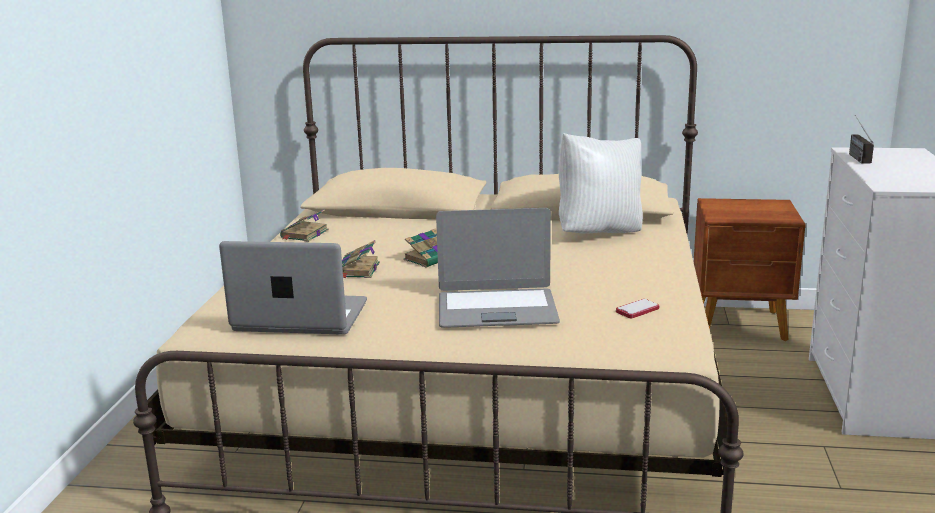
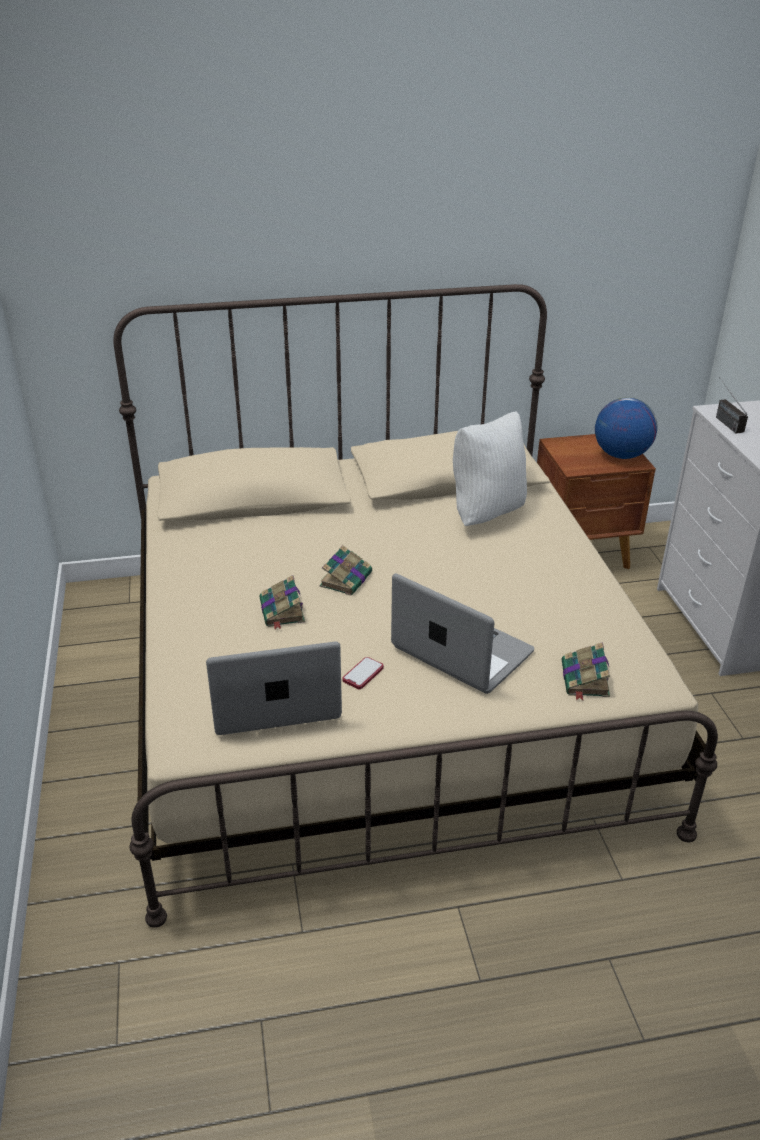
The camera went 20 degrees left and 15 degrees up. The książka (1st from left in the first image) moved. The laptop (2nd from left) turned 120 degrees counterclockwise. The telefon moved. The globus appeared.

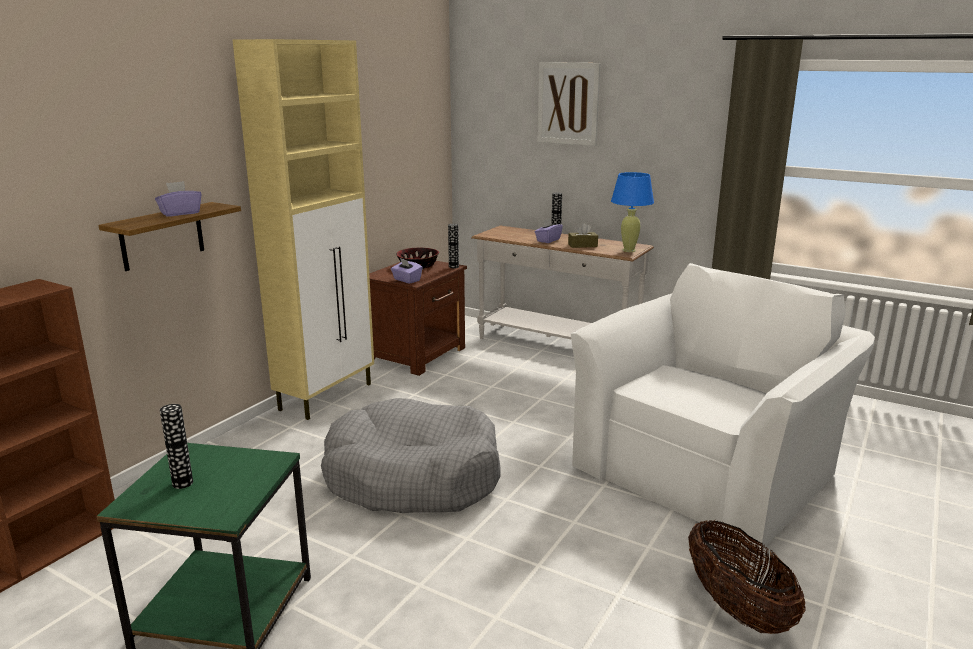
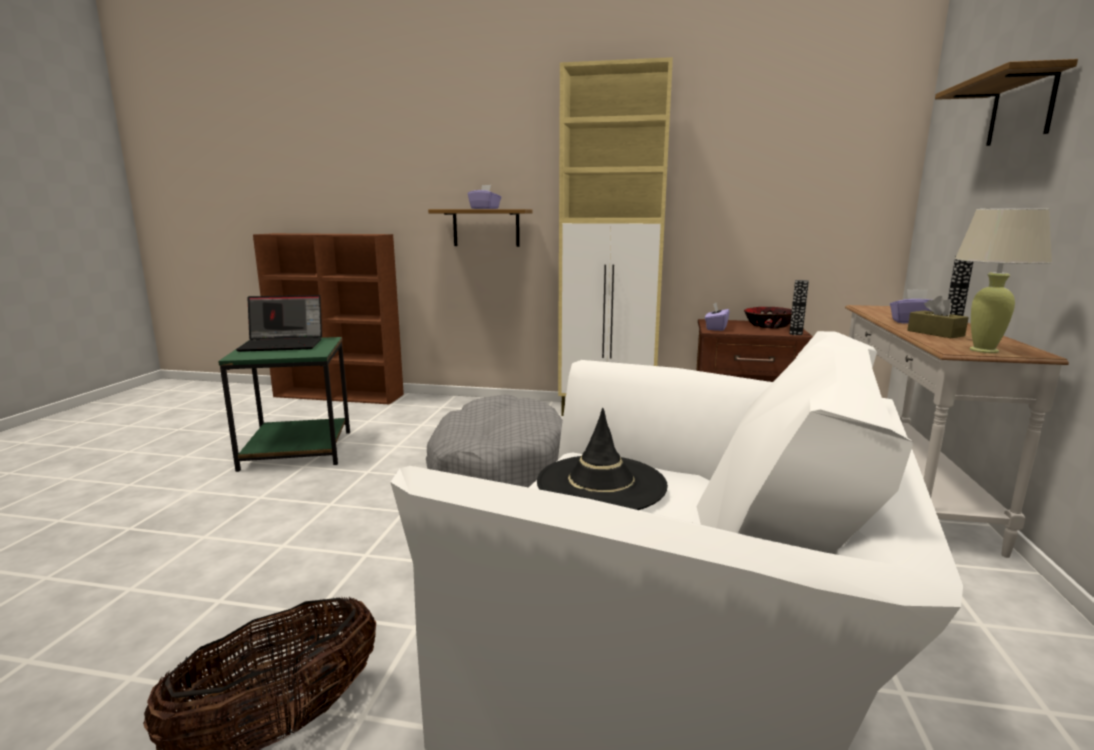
The camera went 70 degrees right and 5 degrees down. The wazon (1st from left) was replaced by the laptop. The obraz was replaced by the półka (2nd from left). The lampa stołowa [niebieski] became the lampa stołowa [beżowy]. The kapelusz [czarny] appeared.

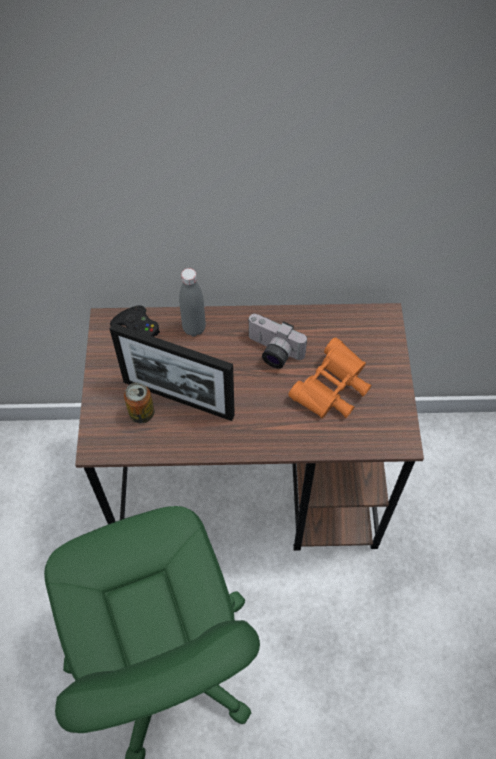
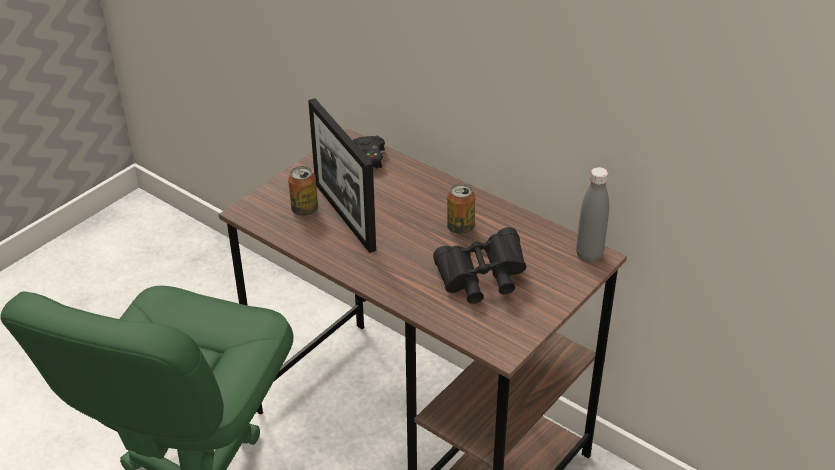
The camera went 40 degrees right and 20 degrees down. The butelka [szary] moved. The aparat fotograficzny was replaced by the puszka (2nd from left). The lornetka [pomarańczowy] became the lornetka [czarny].

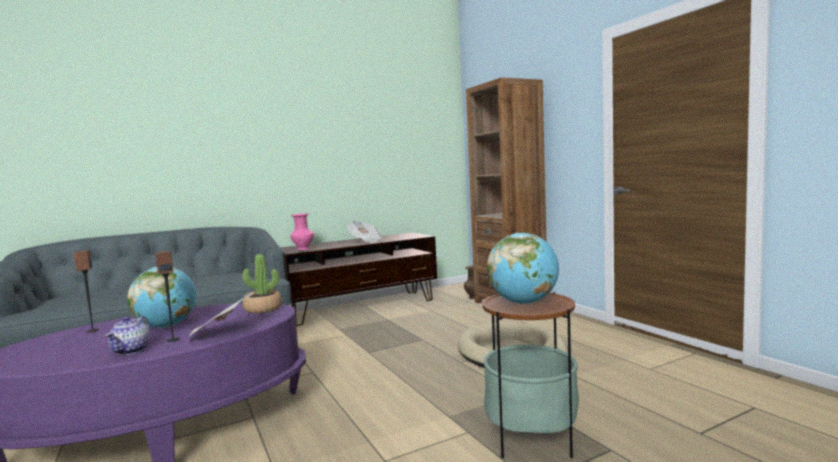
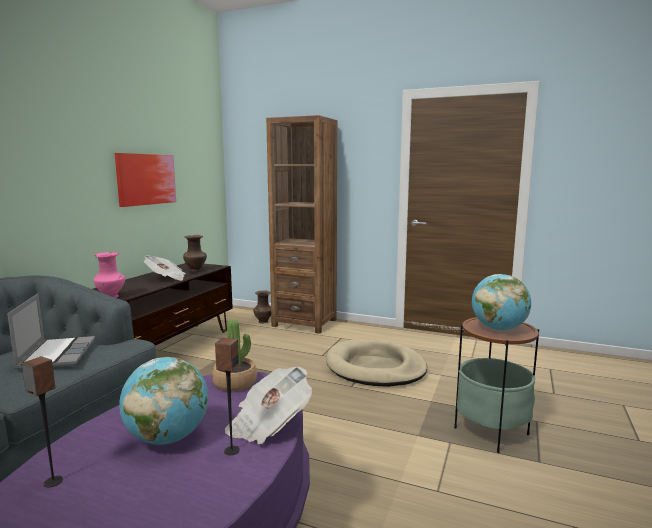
The camera went 40 degrees left and 5 degrees up. The imbryk disappeared. The laptop appeared. The obraz appeared. The wazon [brązowy] (1st from left) appeared.

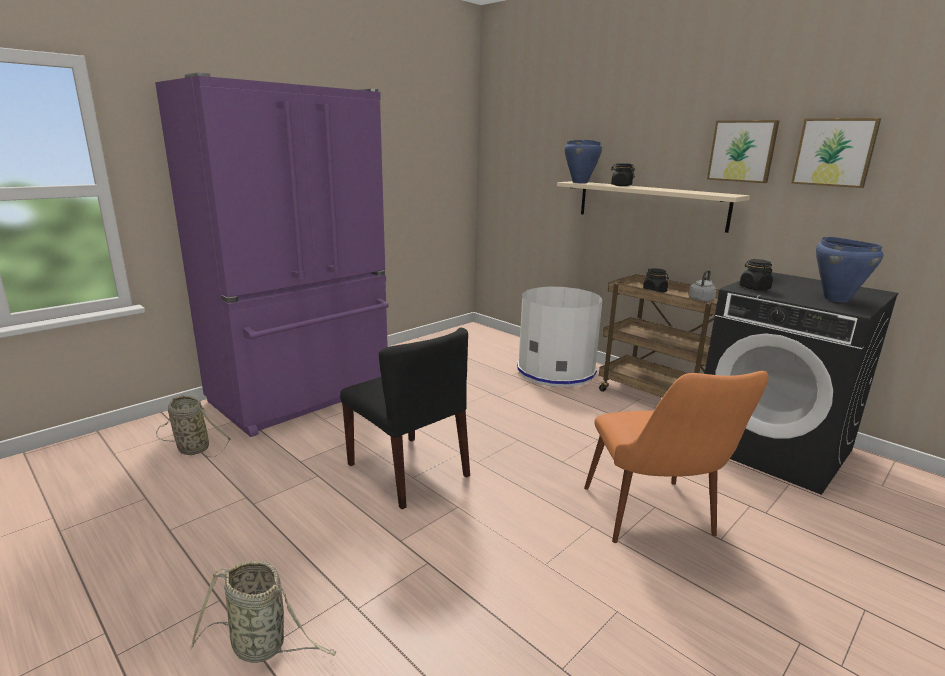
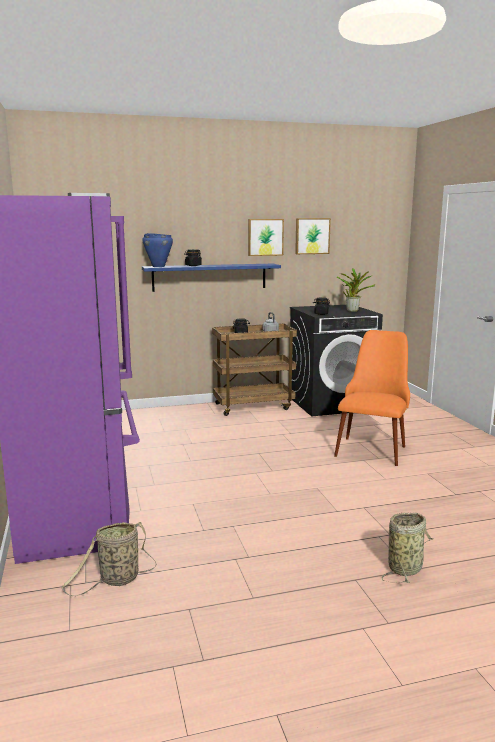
The camera went 60 degrees left and 5 degrees down. The krzesło [czarny] disappeared. The kosz na śmieci [biały] disappeared. The półka [beżowy] became the półka [niebieski]. The krzesło [pomarańczowy] turned 90 degrees counterclockwise. The garnek [niebieski] (2nd from left) was replaced by the roślina doniczkowa.

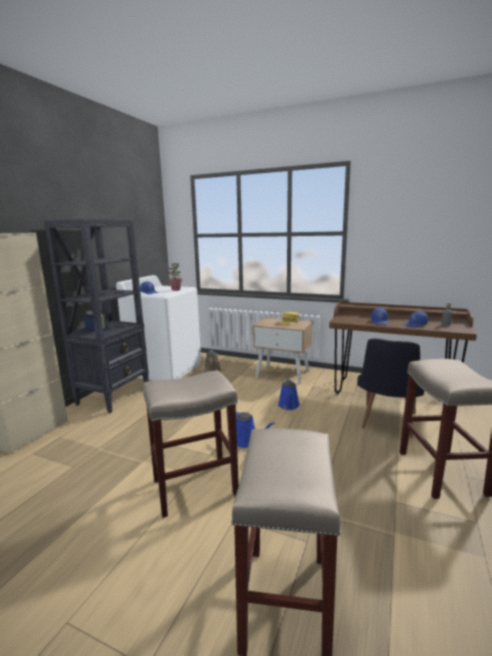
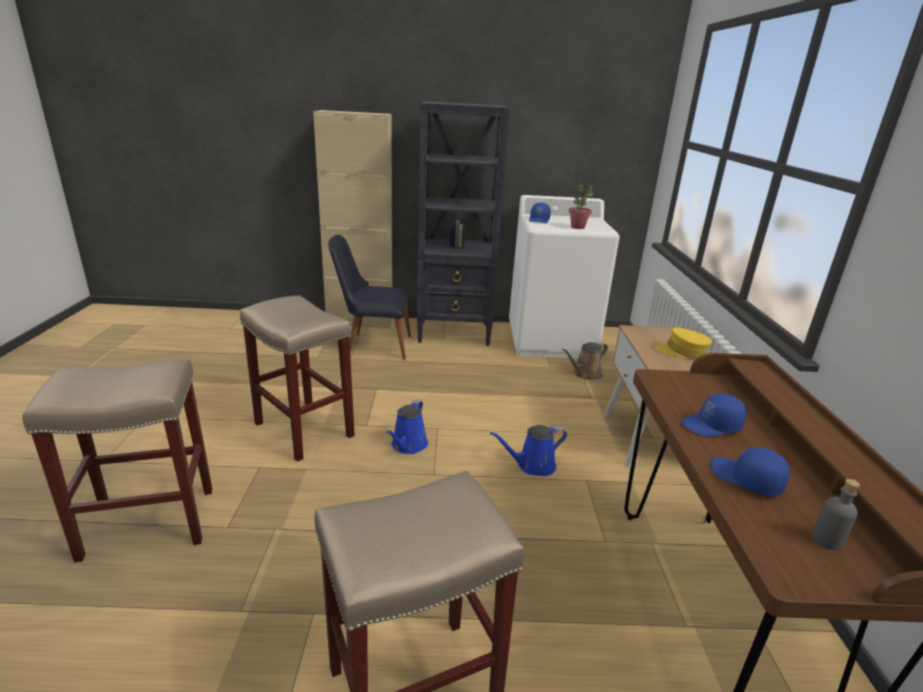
The camera went 65 degrees right and 10 degrees up. The krzesło [czarny] moved.

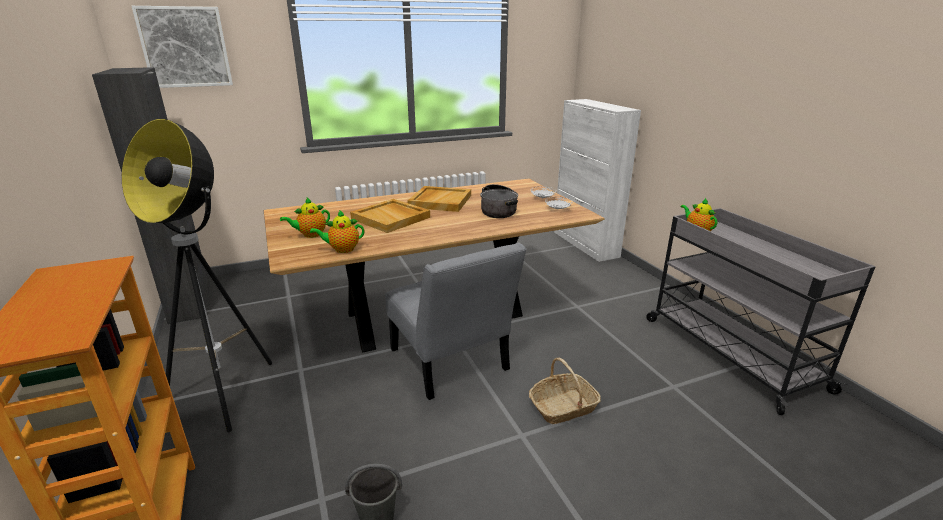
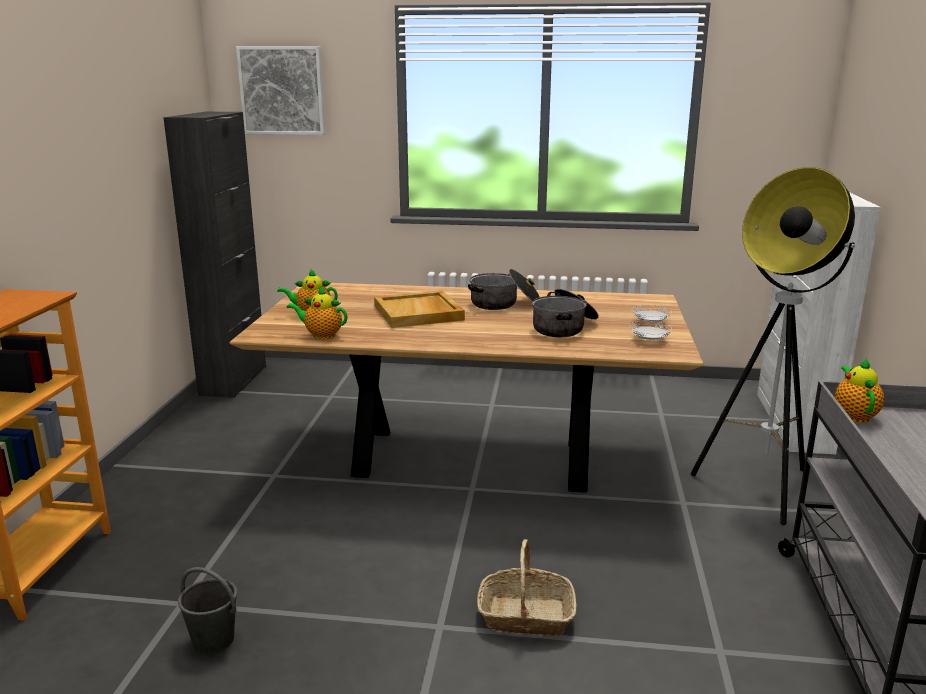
The camera went 30 degrees right and 5 degrees down. The lampa stojąca moved. The krzesło [szary] disappeared. The taca [beżowy] (2nd from left) was replaced by the garnek (1st from left).

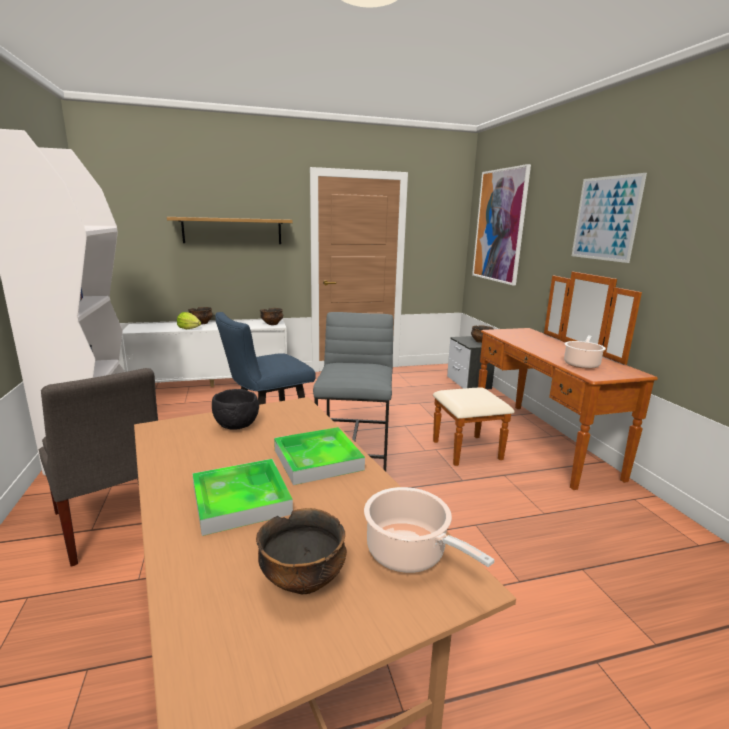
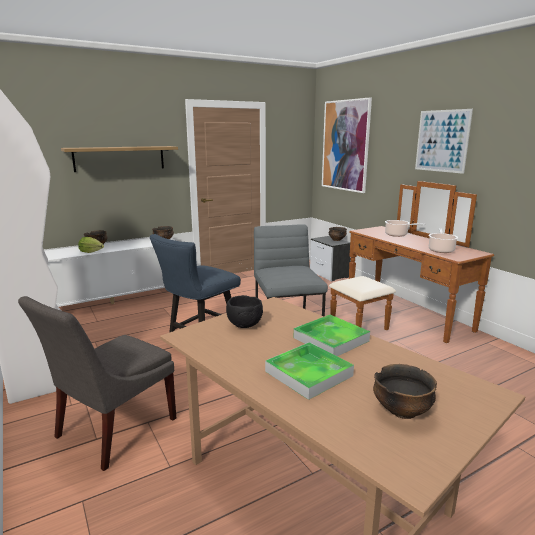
The camera went 15 degrees left and 0 degrees up. The krzesło [szary] turned 90 degrees clockwise. The garnek (1st from left) moved.

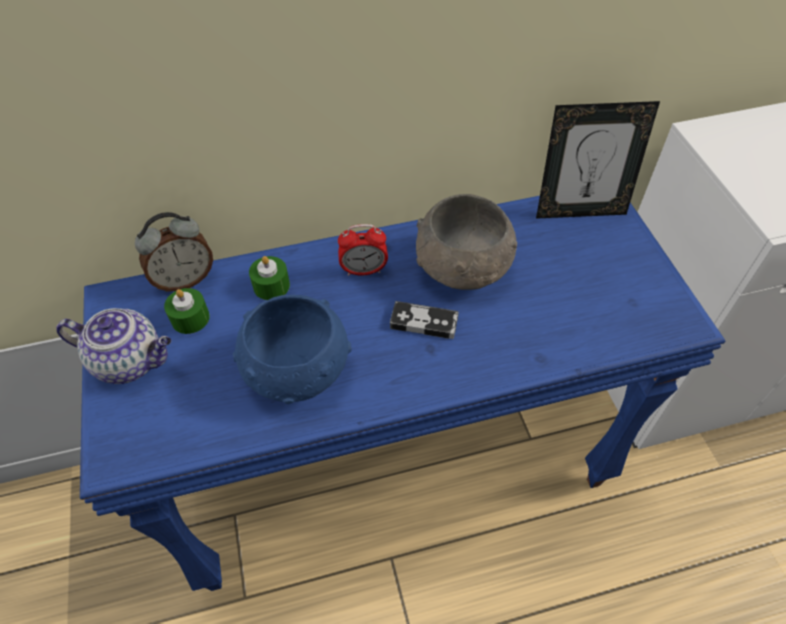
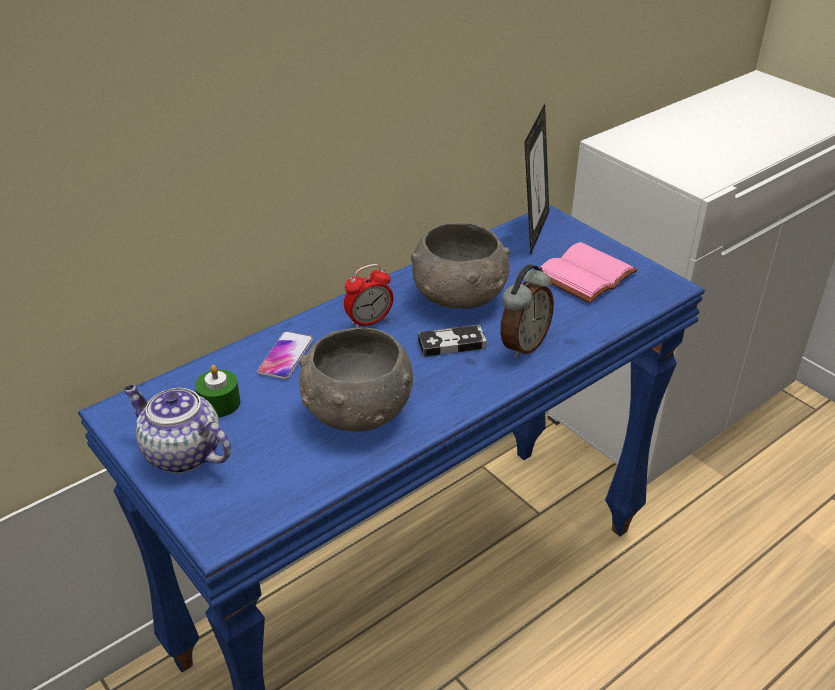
The camera went 25 degrees left and 15 degrees down. The imbryk turned 135 degrees counterclockwise. The budzik (1st from left in the first image) moved. The miska [niebieski] became the miska [szary] (1st from left). The świeca [zielony] (2nd from left) was replaced by the telefon. The ramka na zdjęcie turned 45 degrees counterclockwise. The książka [różowy] appeared.

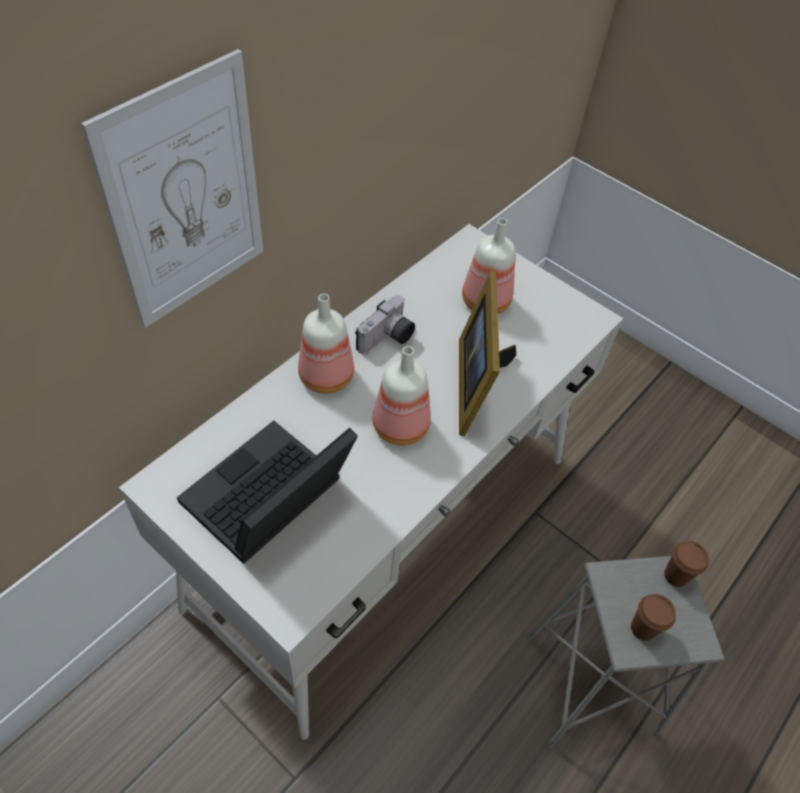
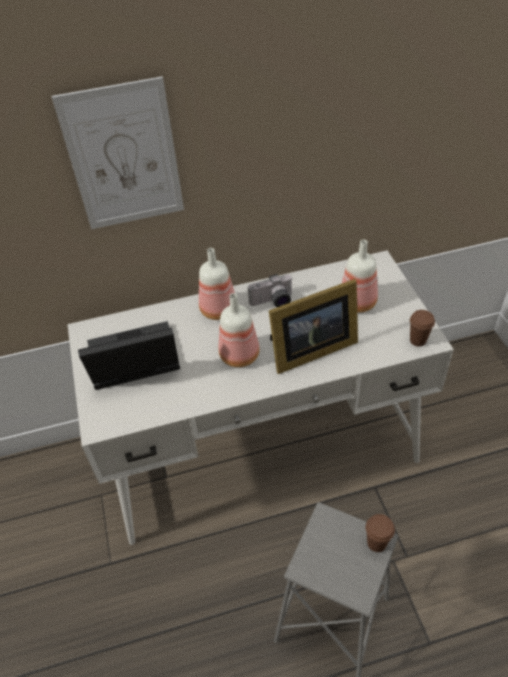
The camera went 40 degrees right and 5 degrees down. The ramka na zdjęcie turned 150 degrees counterclockwise. The filiżanka [brązowy] (1st from left in the first image) moved.

